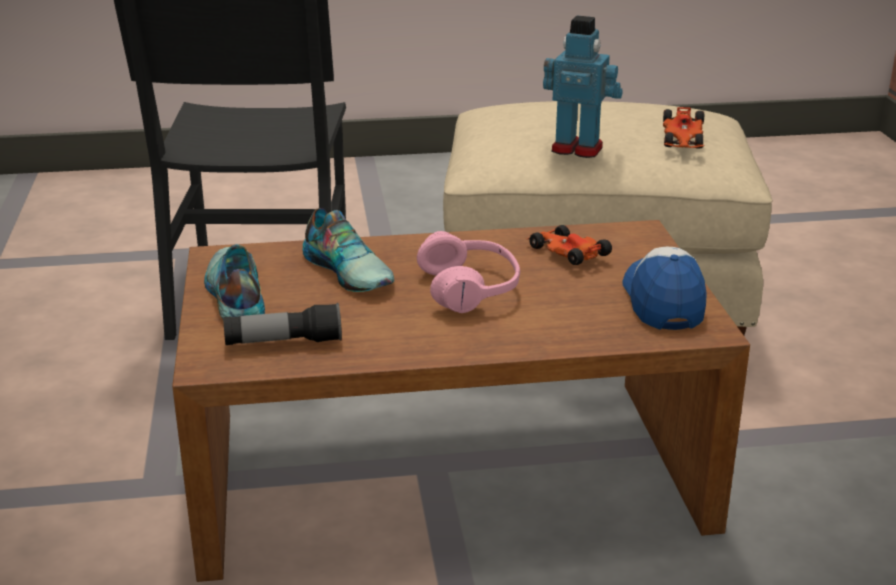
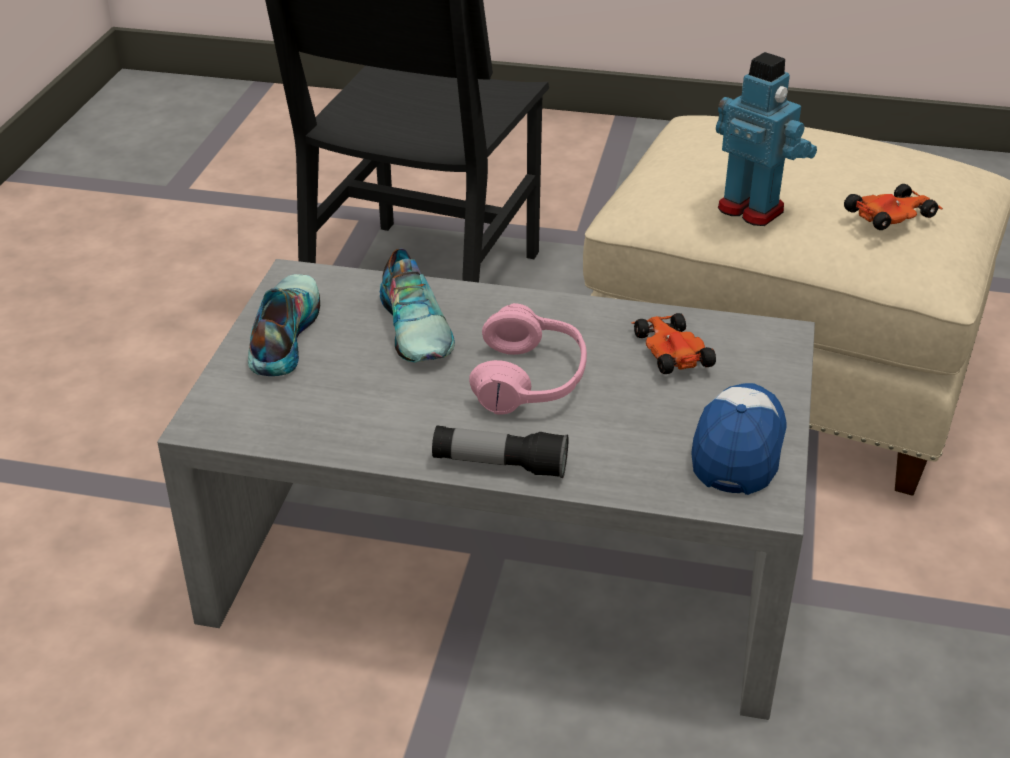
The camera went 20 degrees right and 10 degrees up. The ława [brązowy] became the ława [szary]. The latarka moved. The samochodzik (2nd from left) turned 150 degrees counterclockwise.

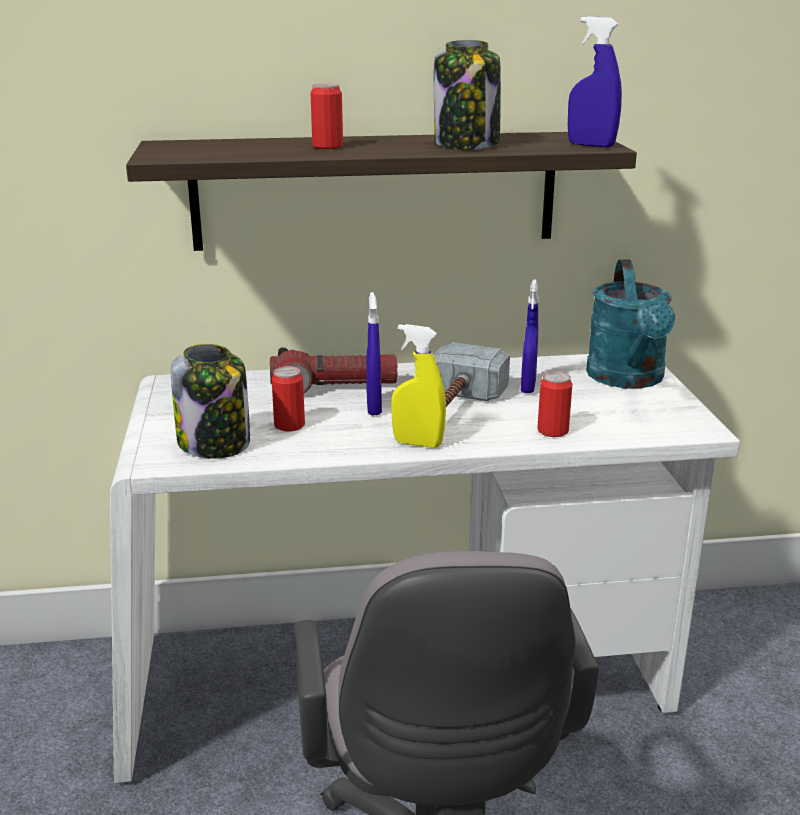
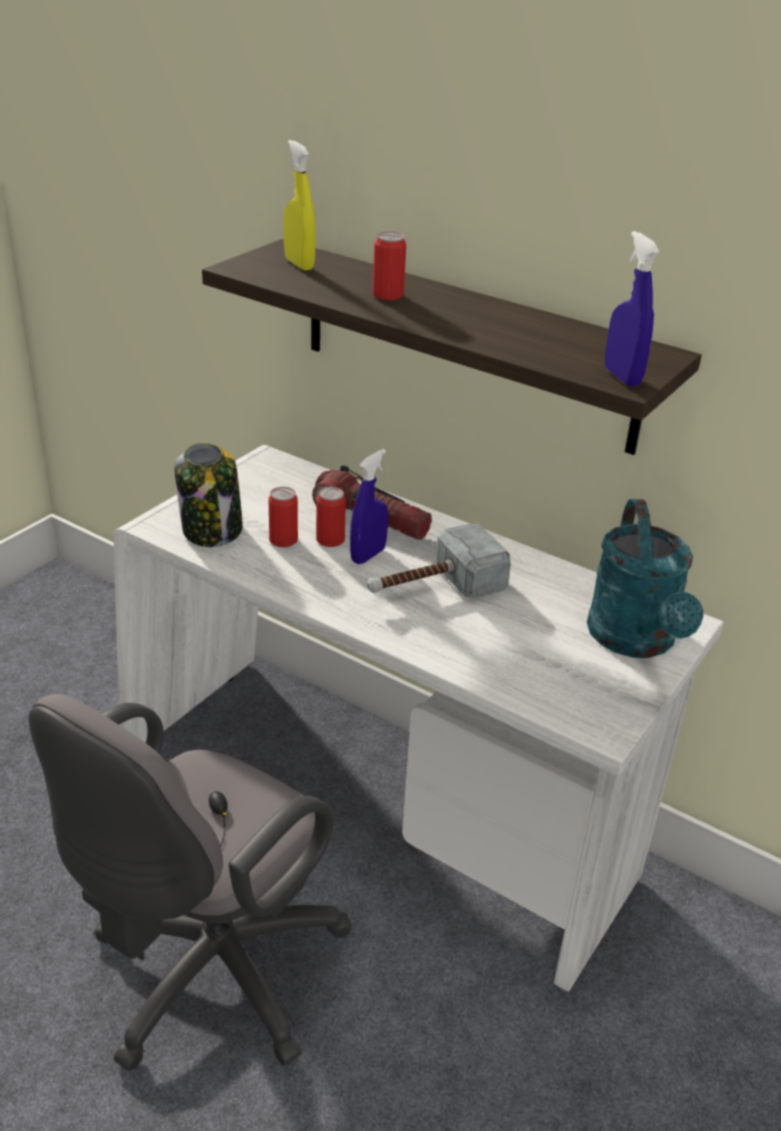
The camera went 40 degrees right and 10 degrees up. The spryskiwacz [żółty] moved. The słoik (2nd from left) disappeared. The spryskiwacz [niebieski] (2nd from left) disappeared. The puszka (3rd from left in the first image) moved. The konewka [turkusowy] turned 45 degrees counterclockwise.

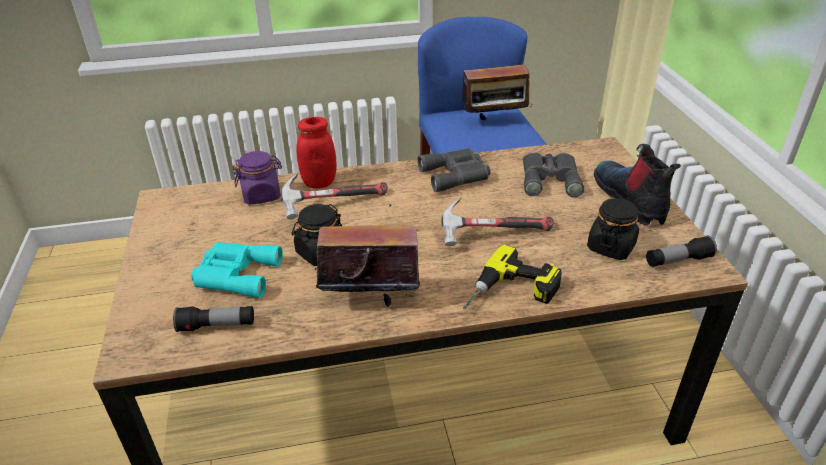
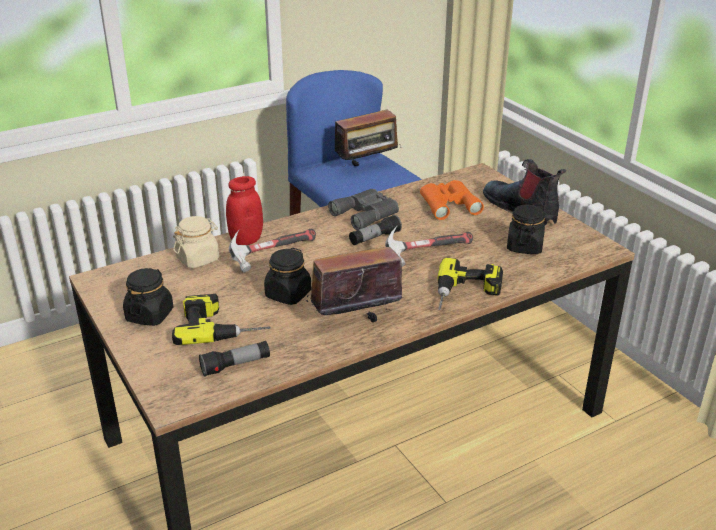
The camera went 20 degrees left and 5 degrees down. The lornetka [turkusowy] was replaced by the wiertarka (1st from left). The słoik [fioletowy] became the słoik [beżowy]. The lornetka [szary] (2nd from left) became the lornetka [pomarańczowy]. The latarka (2nd from left) moved. The słoik [czarny] (1st from left) appeared.

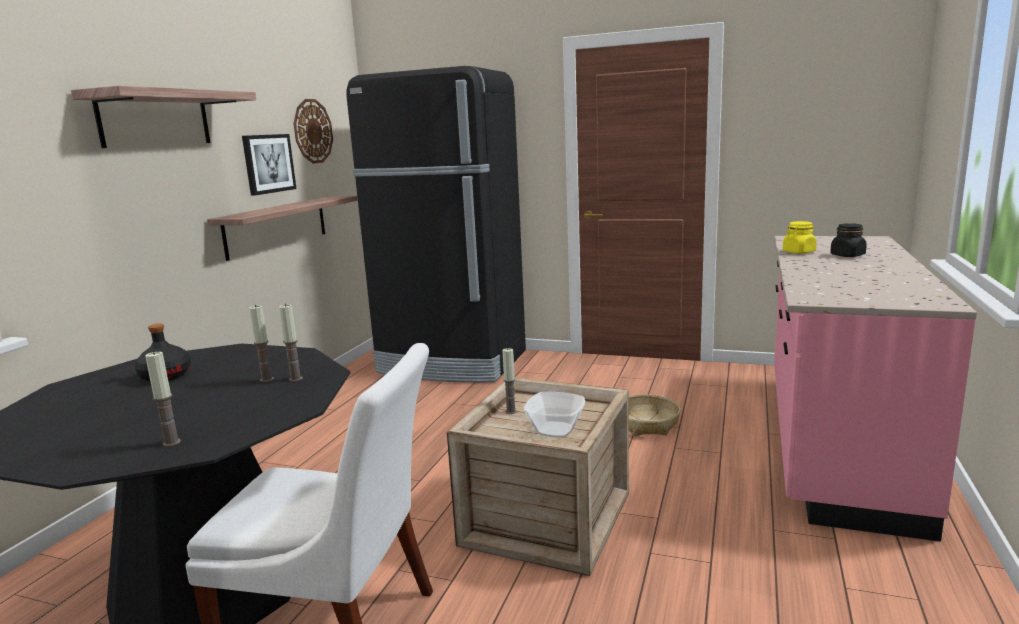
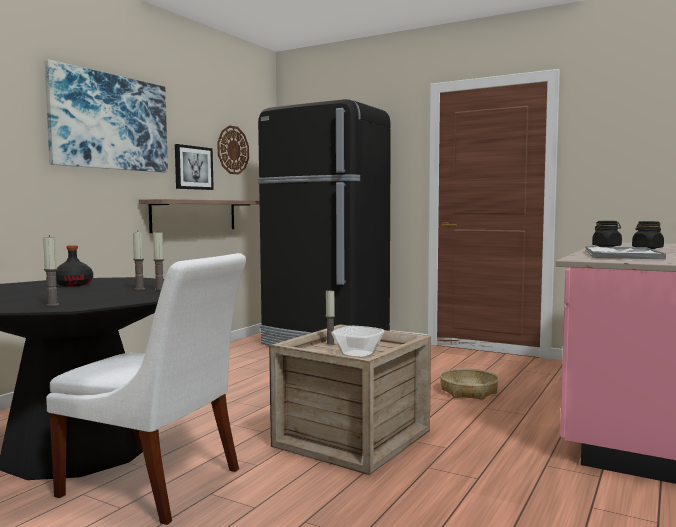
The camera went 10 degrees right and 10 degrees down. The półka (1st from left) was replaced by the obraz (1st from left). The słoik [żółty] became the słoik [czarny] (1st from left). The taca appeared.

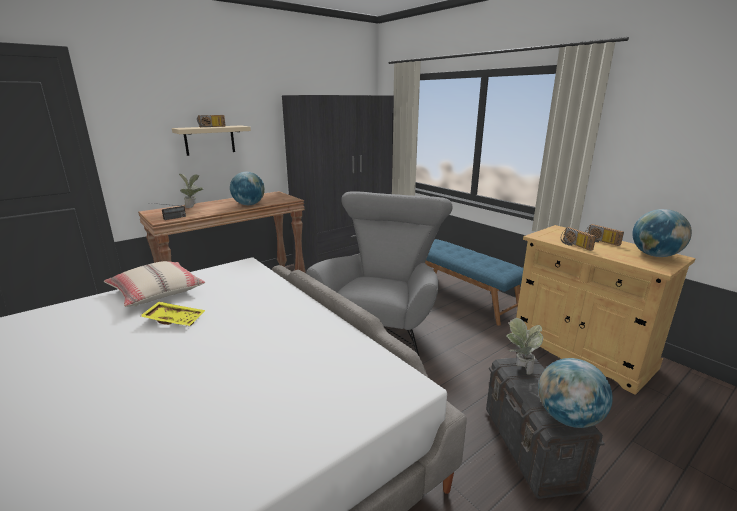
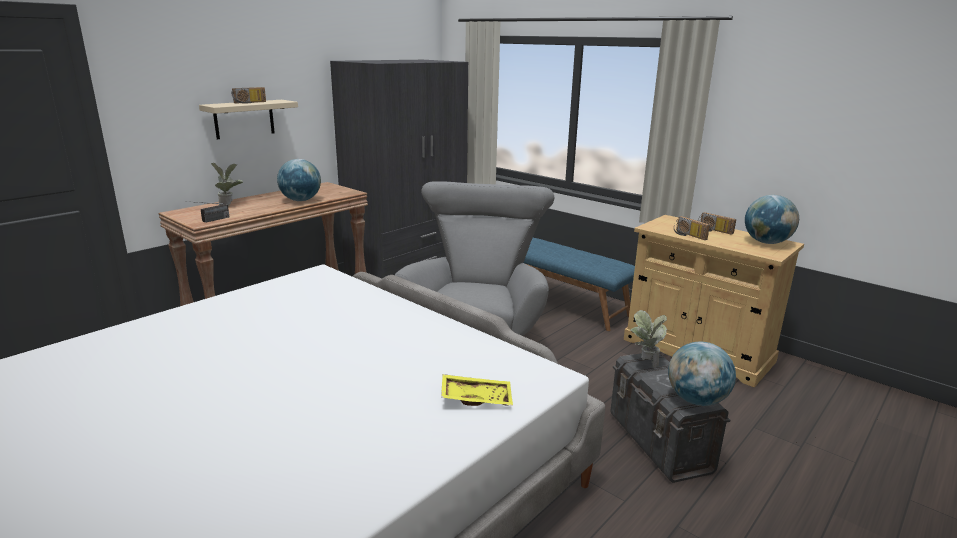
The camera went 10 degrees left and 0 degrees up. The poduszka [beżowy] disappeared. The taca [żółty] moved.

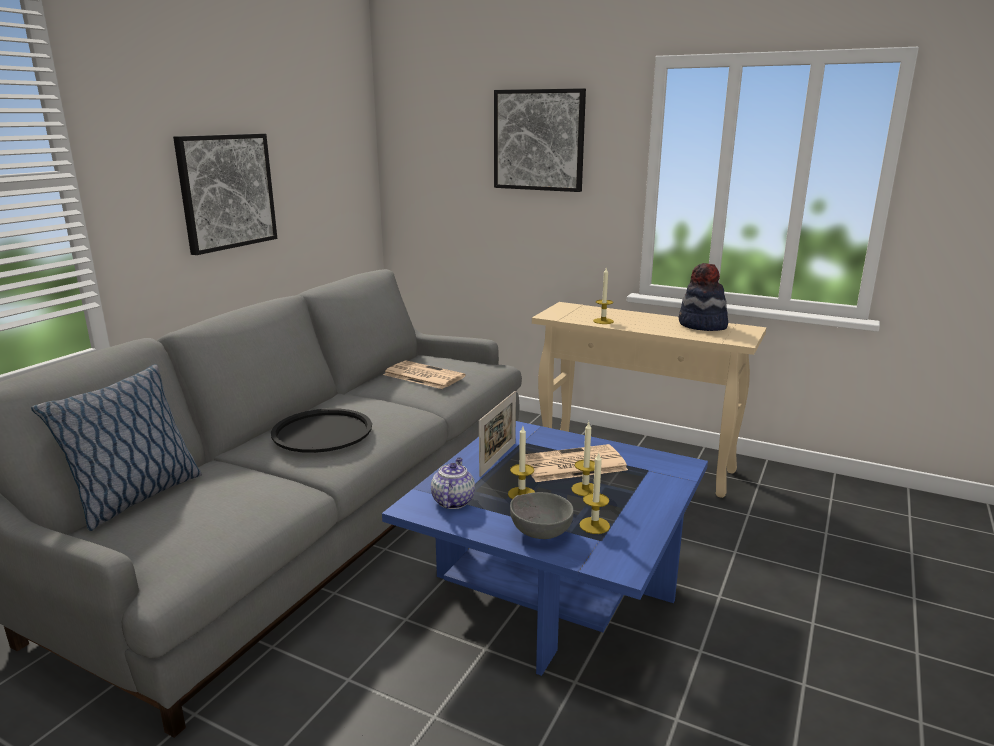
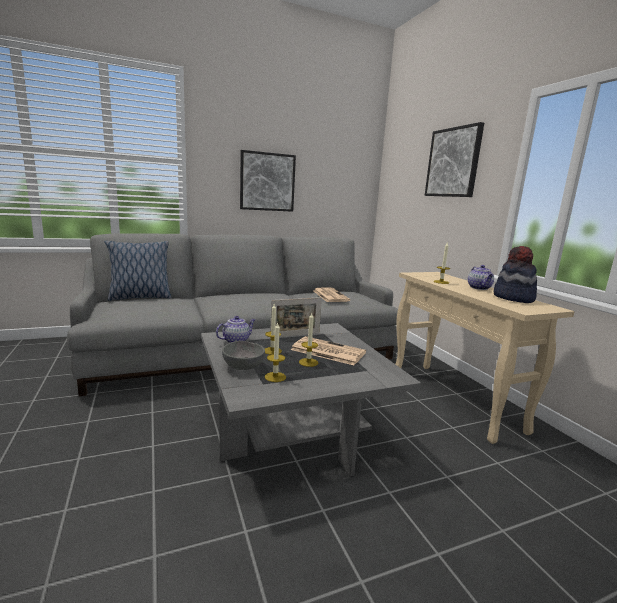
The camera went 40 degrees right and 5 degrees down. The taca [czarny] disappeared. The ława [niebieski] became the ława [szary]. The imbryk (2nd from left) appeared.

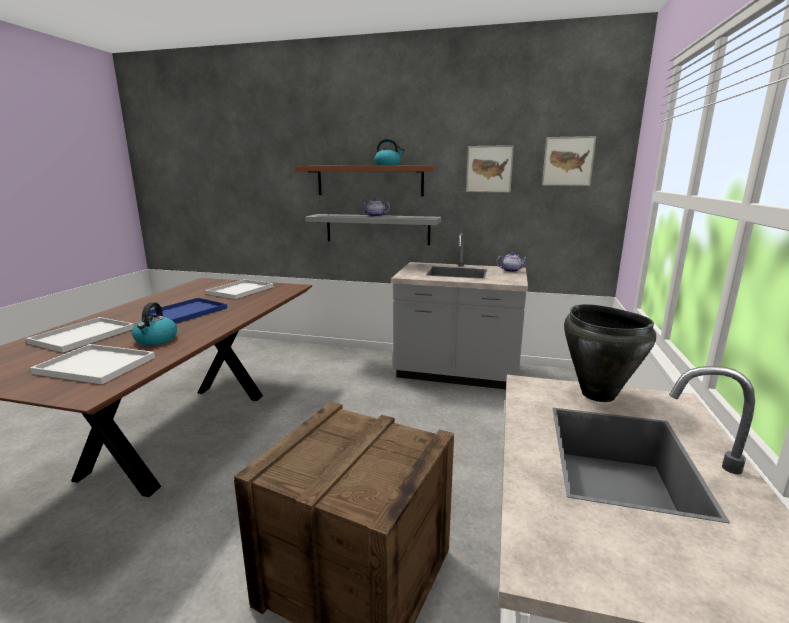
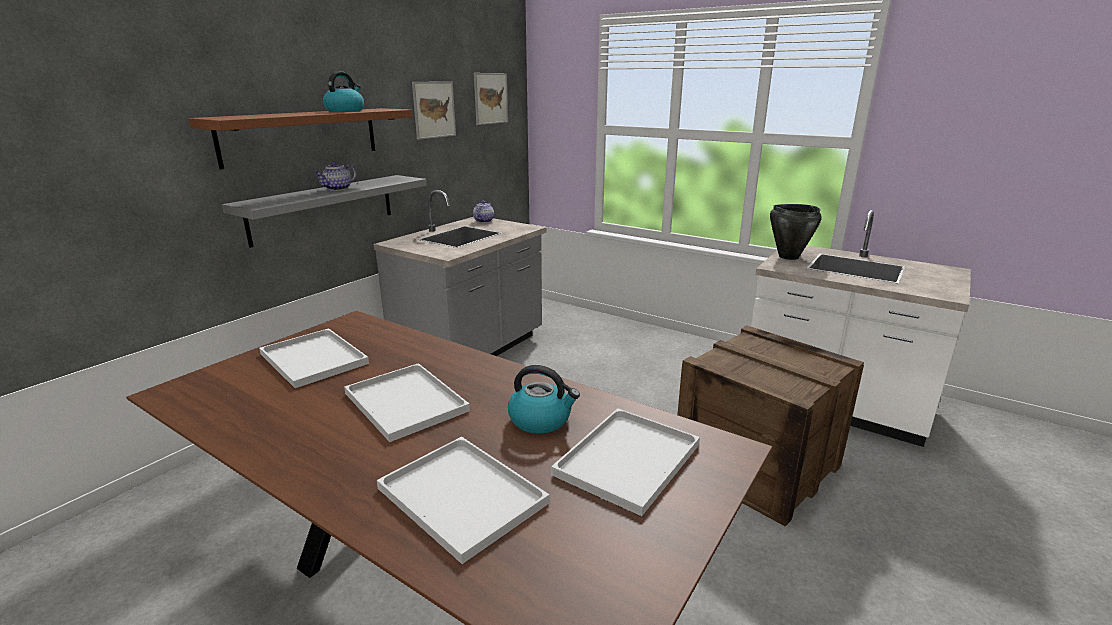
The camera went 70 degrees left and 5 degrees up. The taca [niebieski] became the taca [biały] (2nd from left).

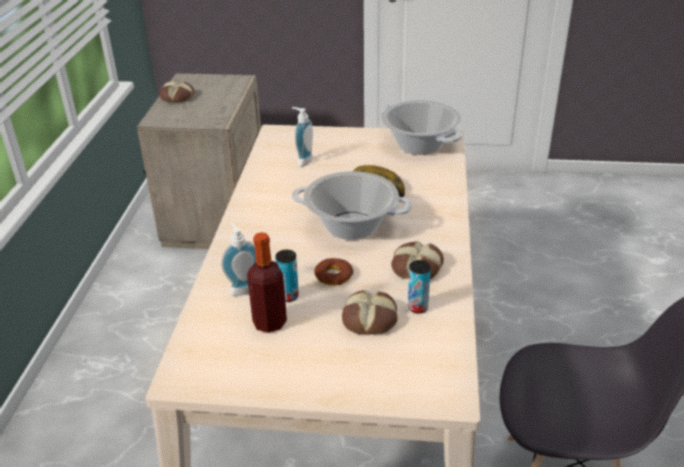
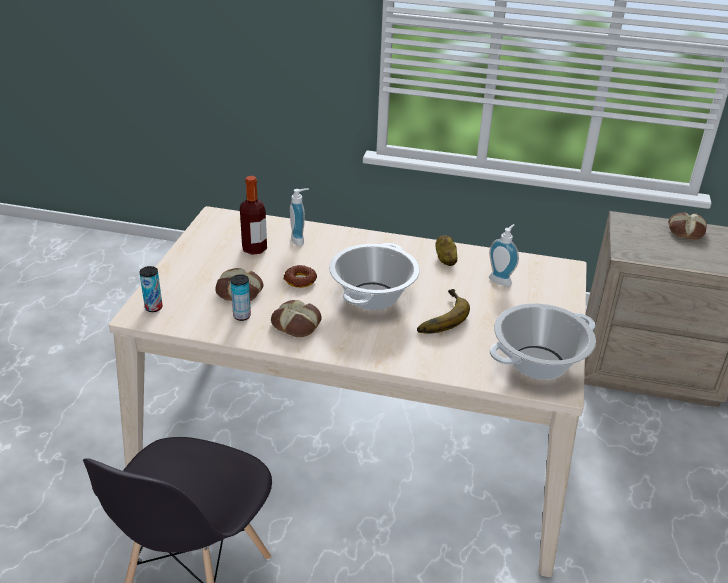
The camera went 95 degrees right and 0 degrees up. The puszka (1st from left) moved. The ziemniak appeared.

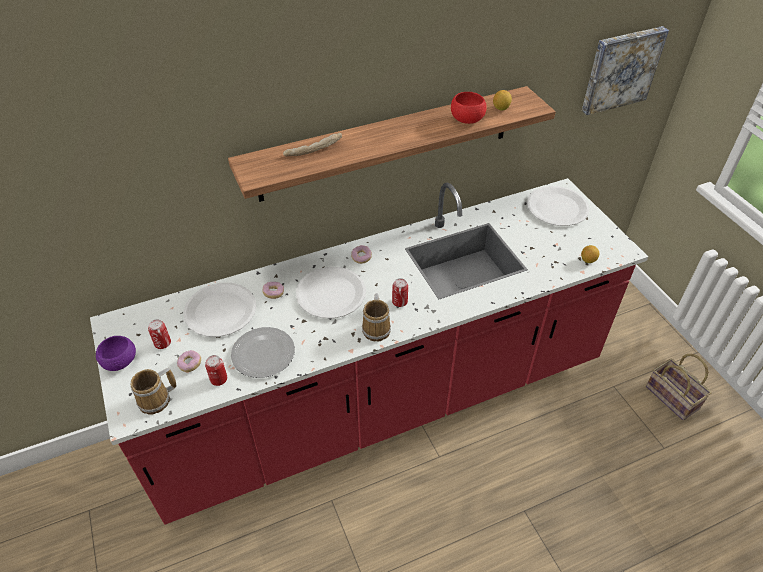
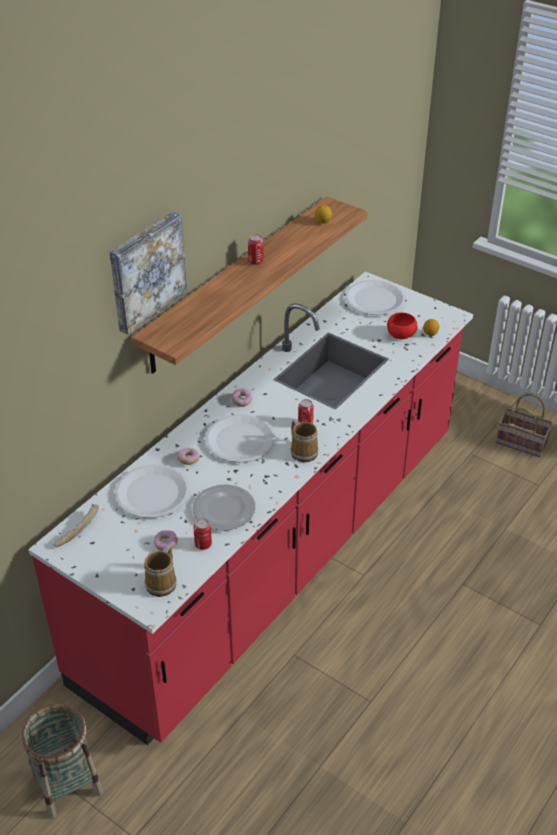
The camera went 30 degrees left and 5 degrees down. The miska [fioletowy] disappeared. The puszka (1st from left in the first image) moved. The chleb moved. The miska [czerwony] moved. The obraz moved. The koszyk (1st from left) appeared.

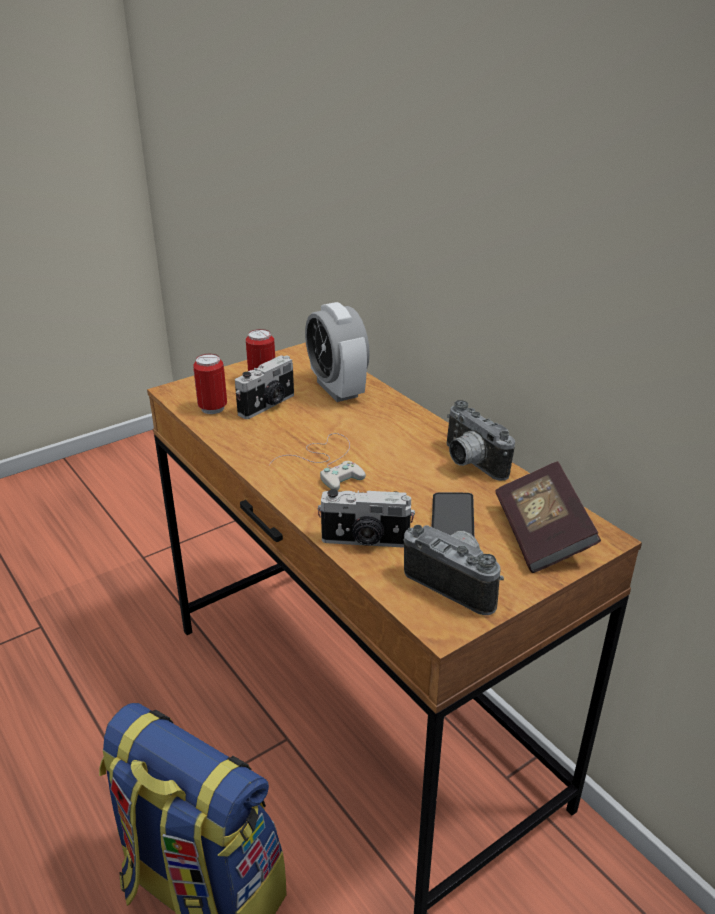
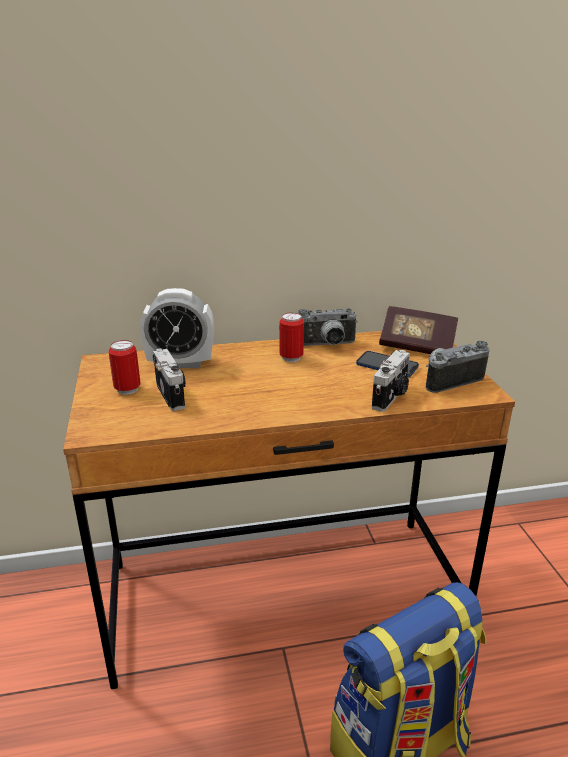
The camera went 65 degrees left and 5 degrees down. The puszka (1st from left in the first image) moved. The pad do gier [biały] disappeared.

